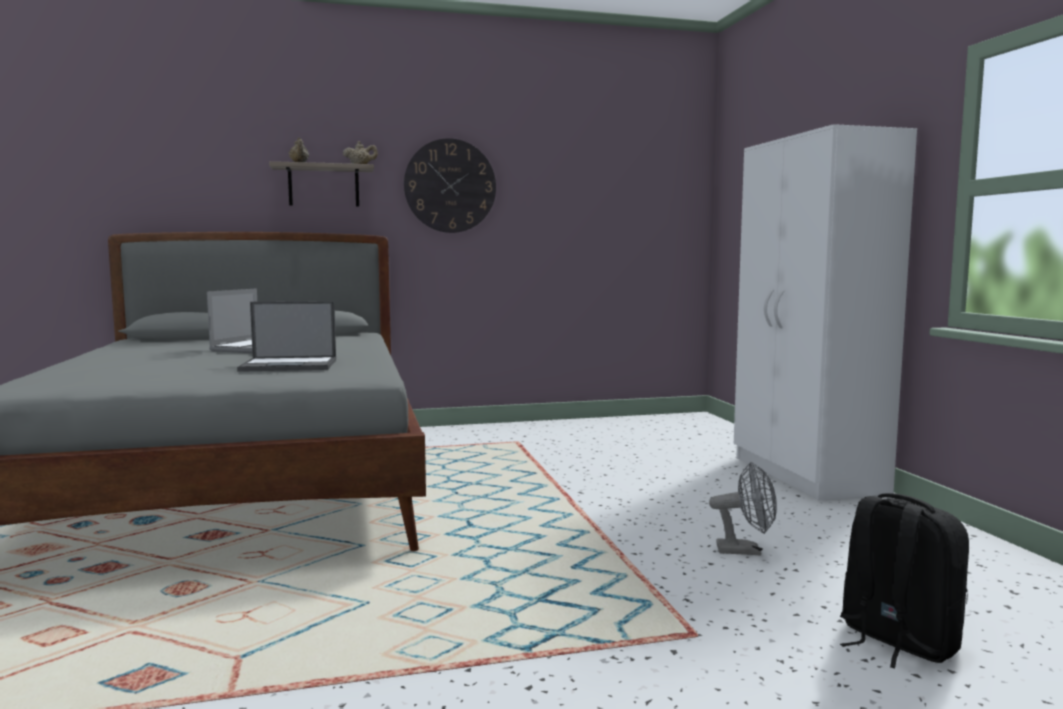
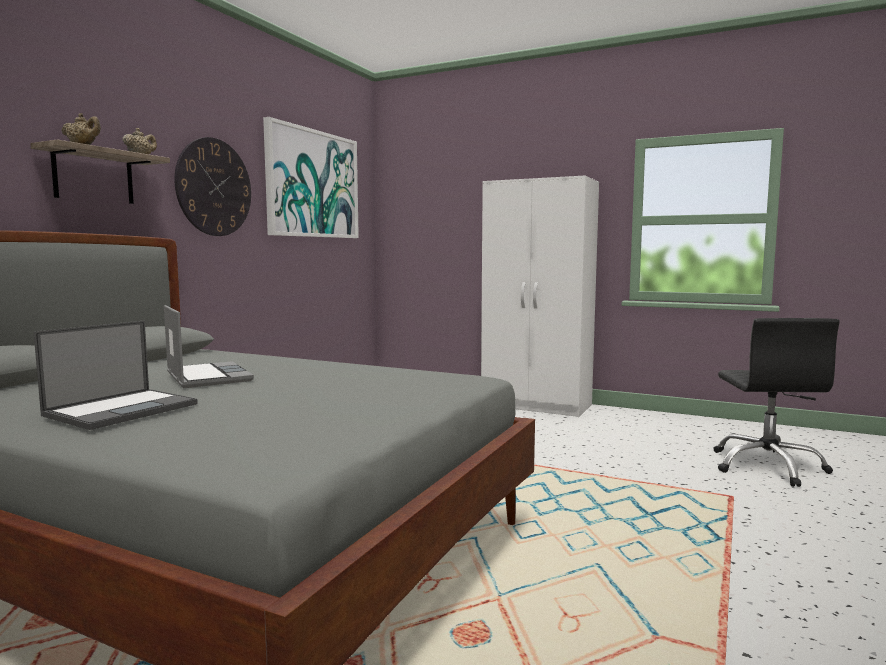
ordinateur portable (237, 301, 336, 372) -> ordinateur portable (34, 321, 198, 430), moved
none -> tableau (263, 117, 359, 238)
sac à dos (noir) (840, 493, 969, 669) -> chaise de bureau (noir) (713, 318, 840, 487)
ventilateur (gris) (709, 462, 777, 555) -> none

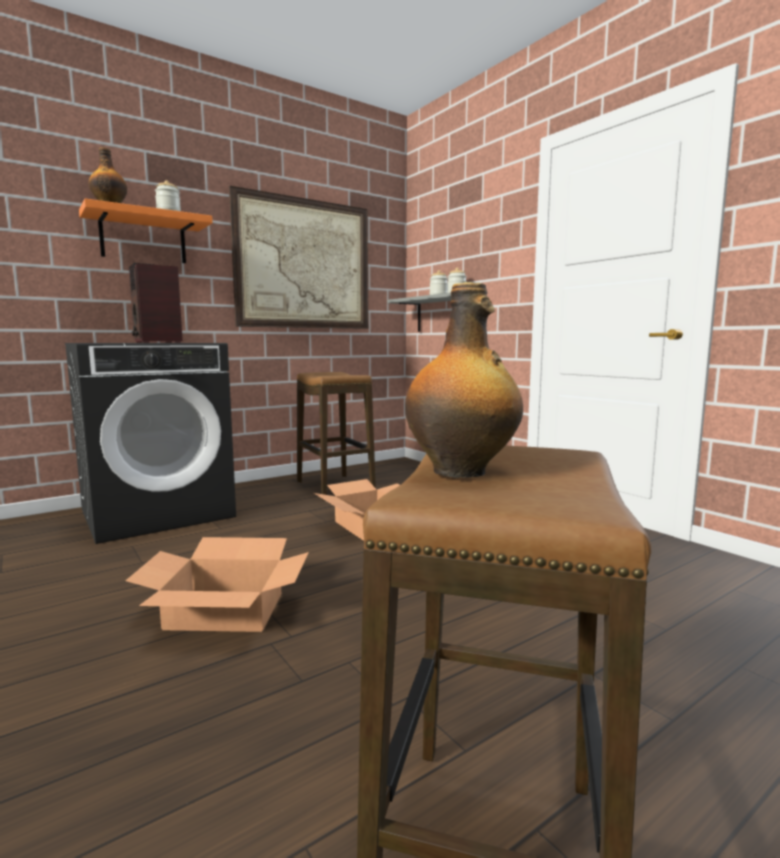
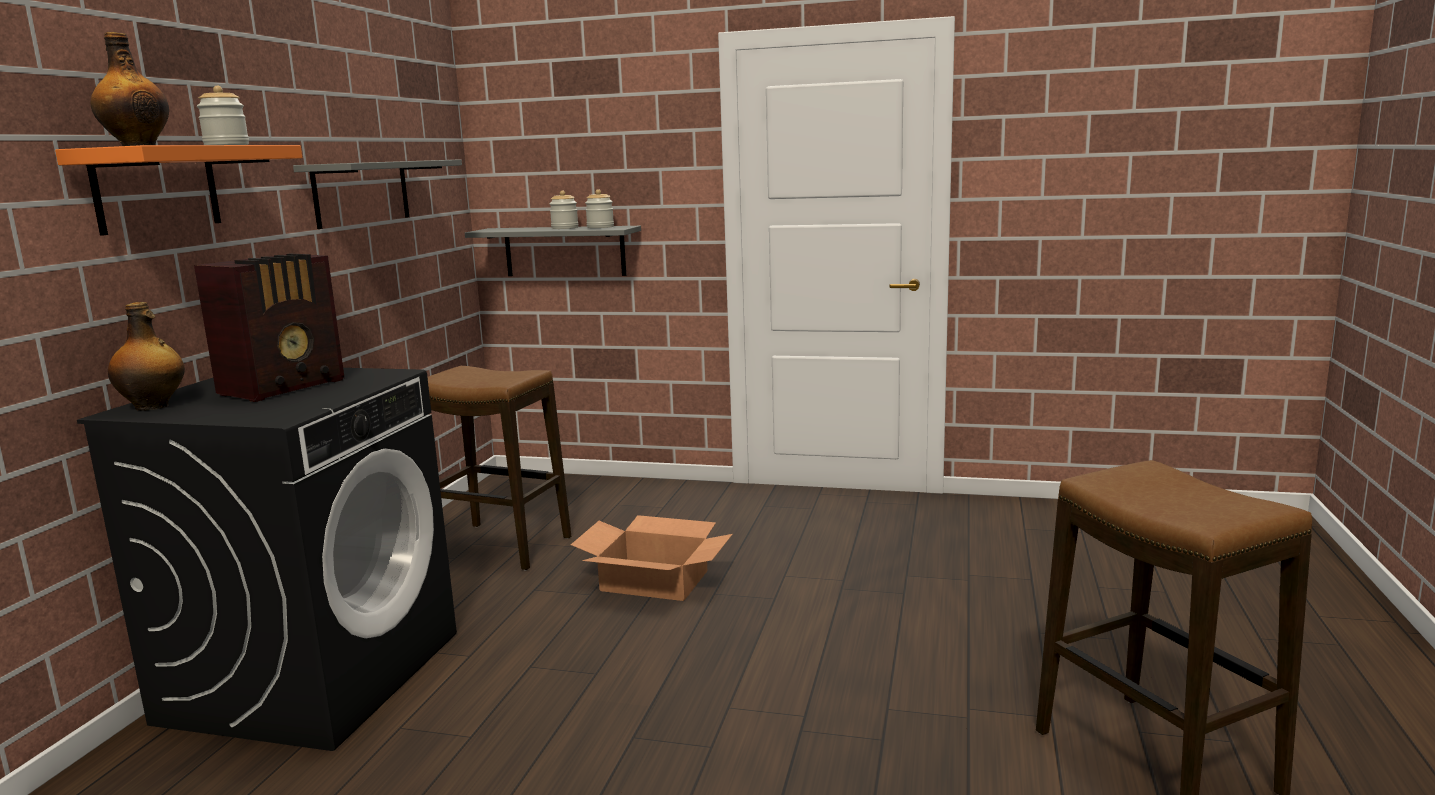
bouteille (405, 282, 523, 478) -> bouteille (108, 302, 185, 411), moved
radio (129, 263, 183, 343) -> radio (194, 254, 344, 402), 75 degrees counterclockwise
tableau (229, 186, 368, 329) -> étagère (gris) (293, 159, 462, 229)
carton (125, 537, 309, 632) -> none

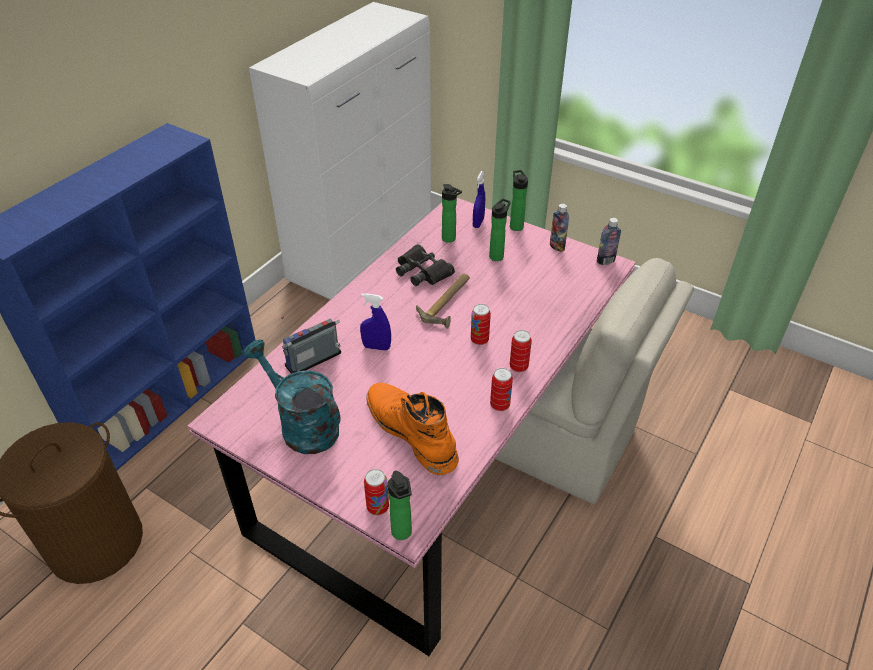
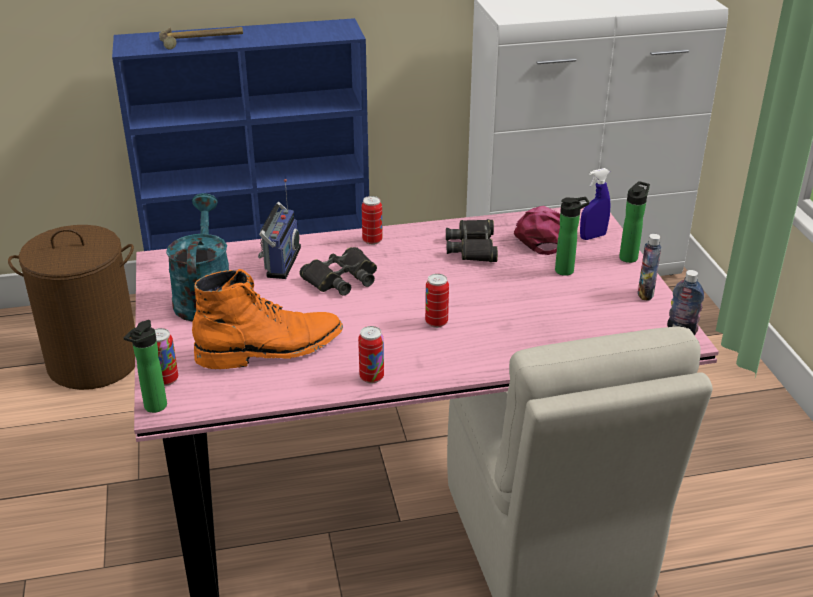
marteau (416, 273, 470, 329) -> marteau (159, 27, 243, 49), moved
botte (orange) (366, 383, 459, 475) -> botte (orange) (192, 269, 343, 369), 60 degrees clockwise
radio (281, 316, 341, 374) -> radio (258, 179, 301, 279), 90 degrees clockwise
vaporisateur (bleu) (360, 293, 391, 351) -> jumelles (noir) (300, 247, 377, 296)
boîte métallique (510, 330, 532, 372) -> boîte métallique (361, 196, 383, 245), moved
bouteille (442, 184, 462, 243) -> casquette (rose) (514, 206, 560, 255)

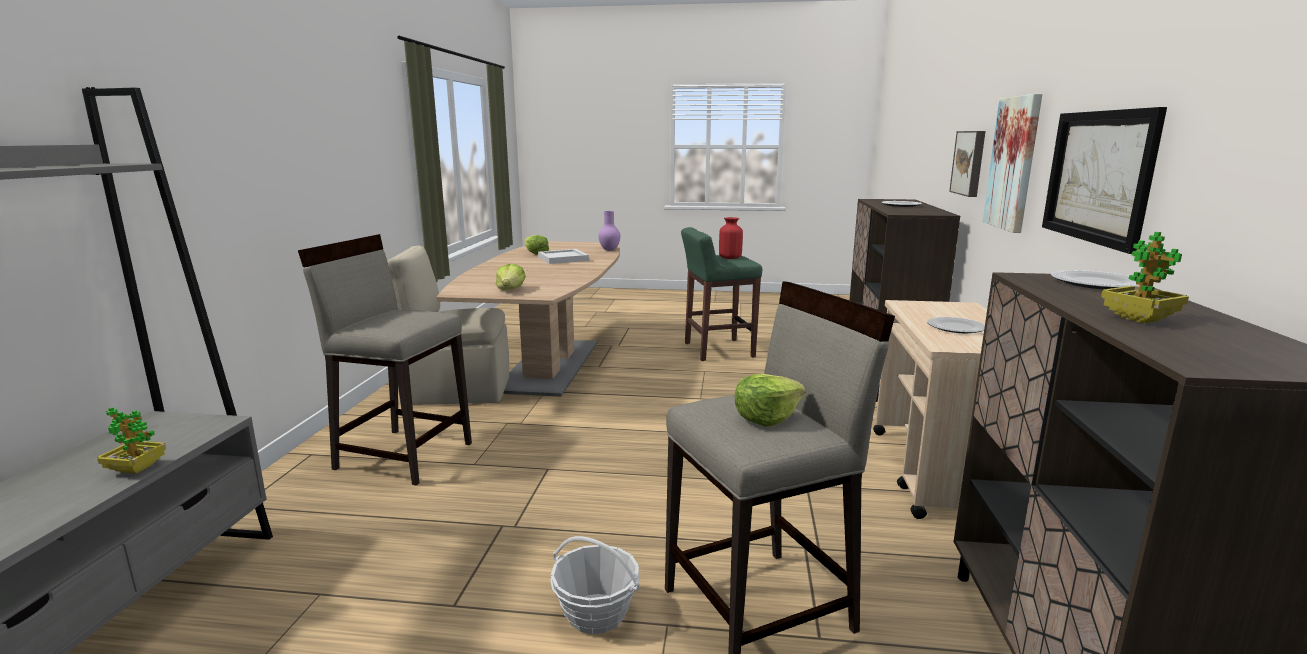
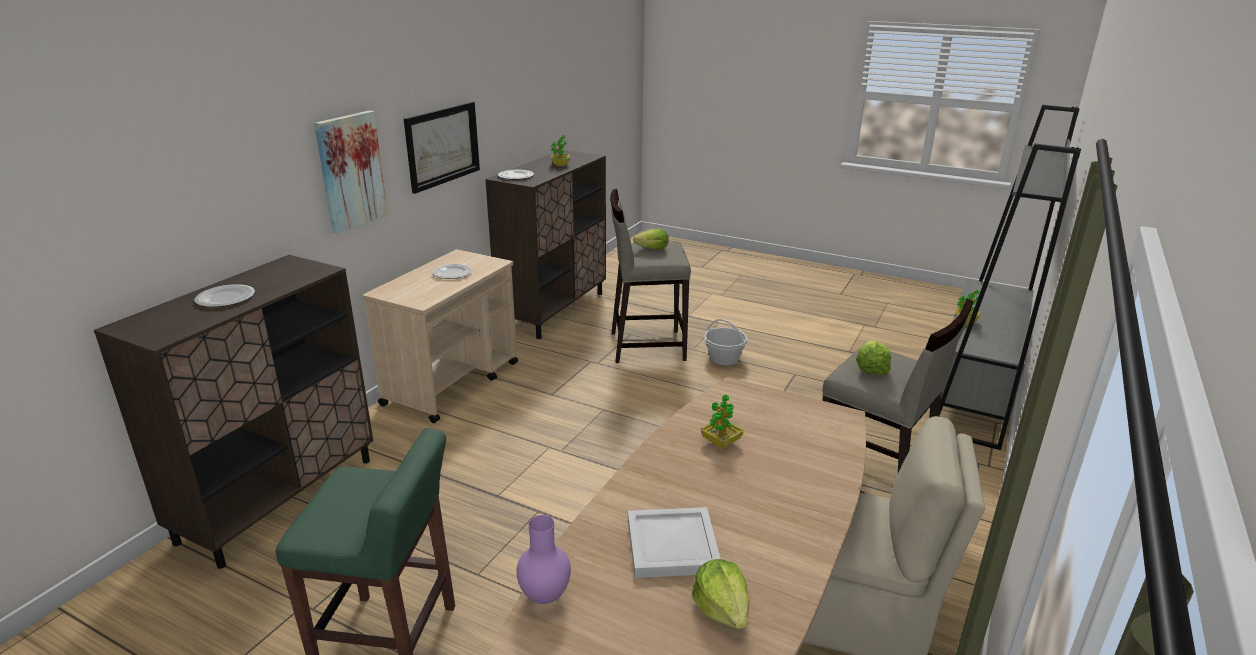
none -> plante en pot (701, 394, 743, 448)
laitue (496, 264, 526, 290) -> laitue (856, 341, 891, 375), moved
vase (rouge) (719, 217, 743, 259) -> none
tableau (949, 131, 986, 197) -> none

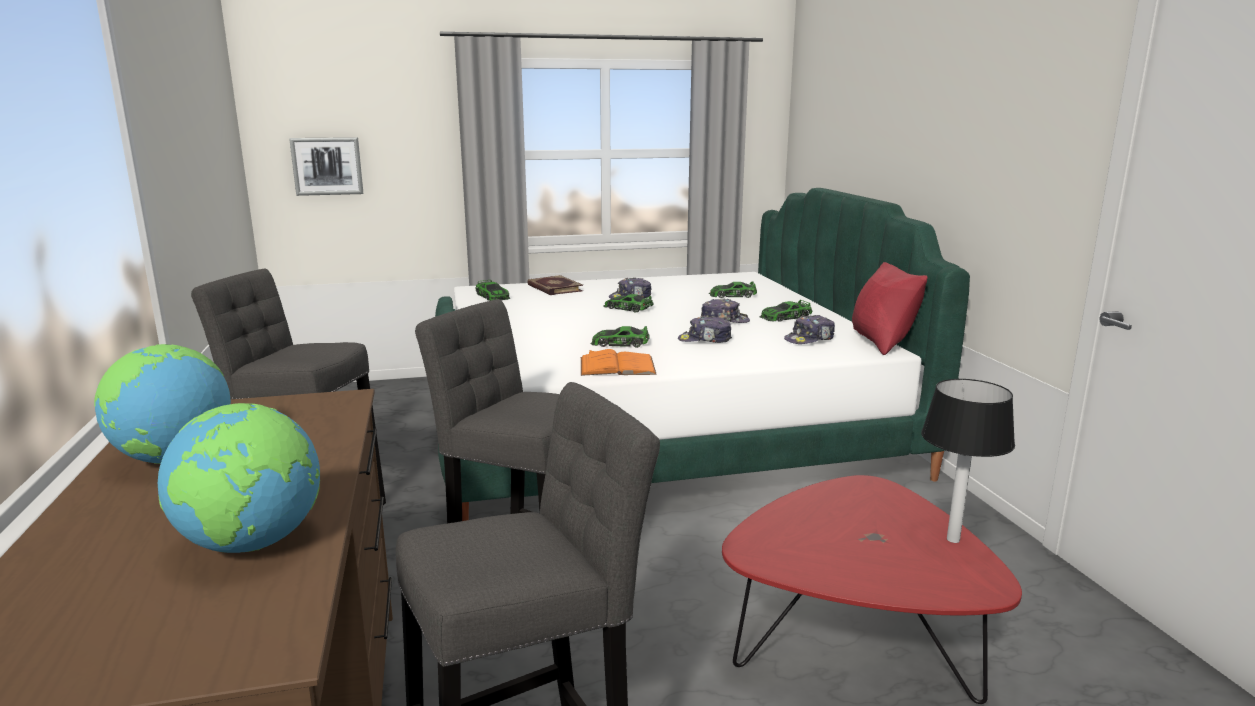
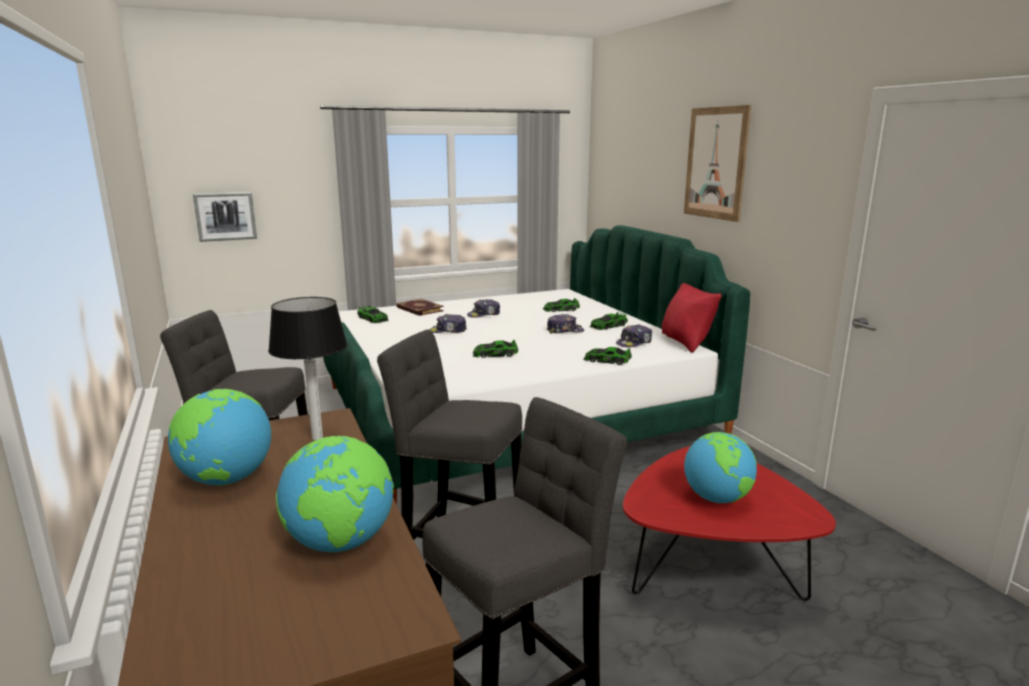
lampe de table (921, 379, 1015, 543) -> lampe de table (268, 297, 347, 440), moved
casquette (678, 315, 732, 343) -> casquette (429, 314, 467, 333), moved
petite voiture (603, 294, 654, 313) -> petite voiture (583, 347, 632, 365), moved
none -> tableau (684, 105, 751, 222)
none -> globe (684, 432, 757, 503)
livre (orange) (581, 349, 657, 376) -> none

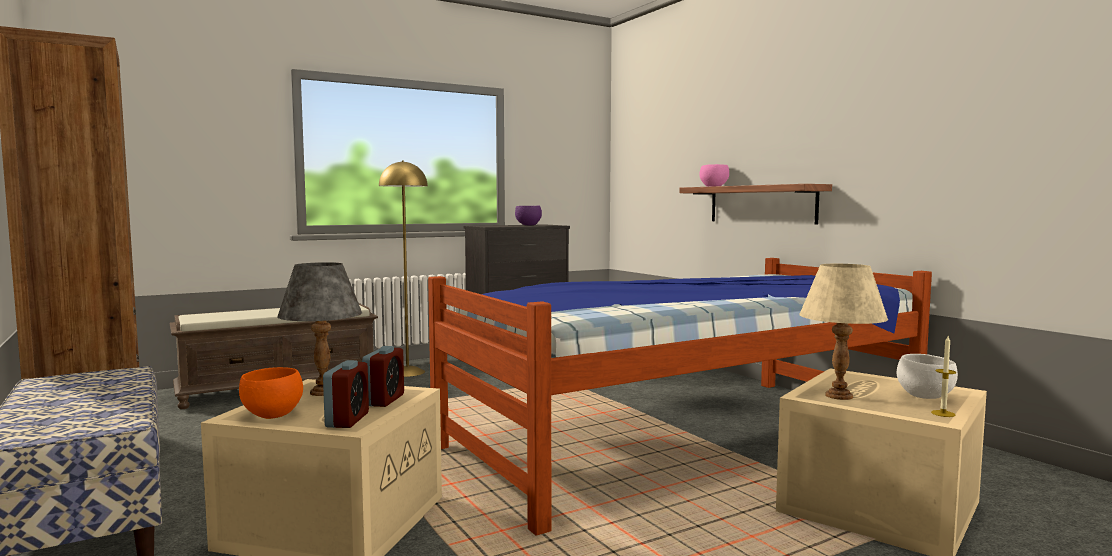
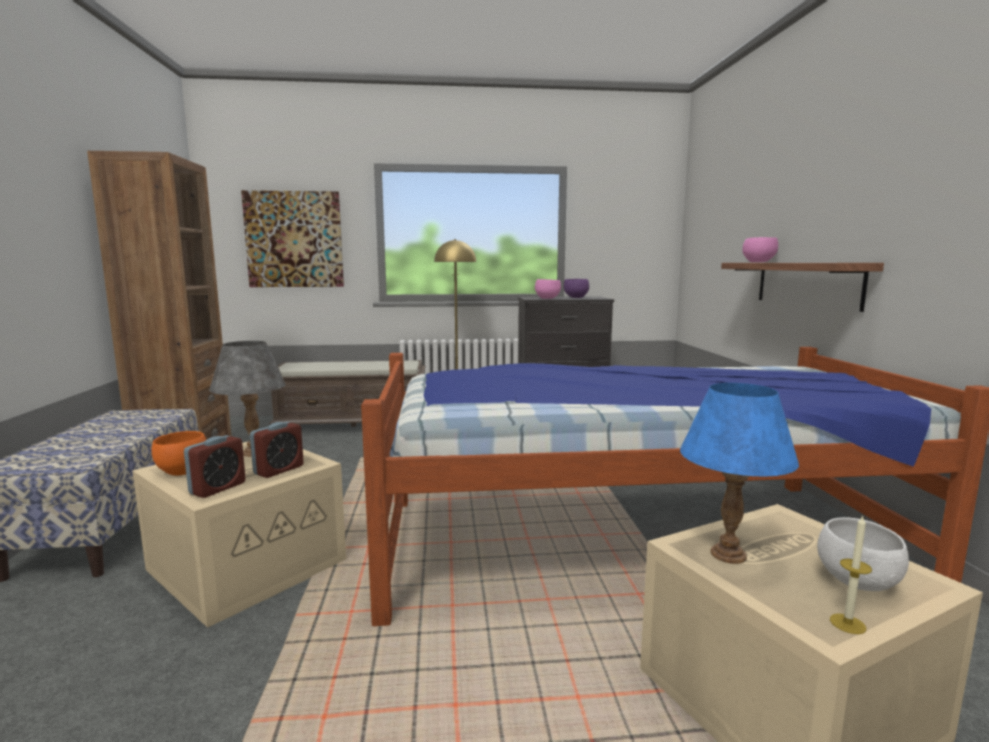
none -> tableau (241, 190, 344, 287)
none -> bol (rose) (535, 279, 561, 299)
lampe de table (beige) (799, 264, 888, 400) -> lampe de table (bleu) (680, 383, 799, 564)

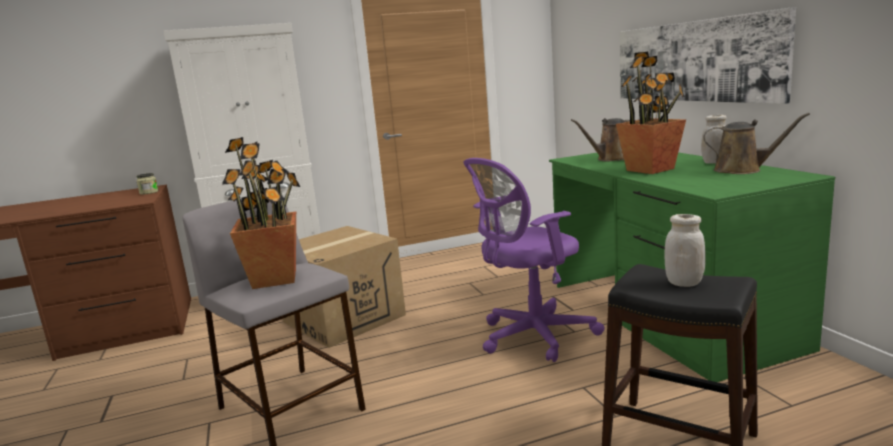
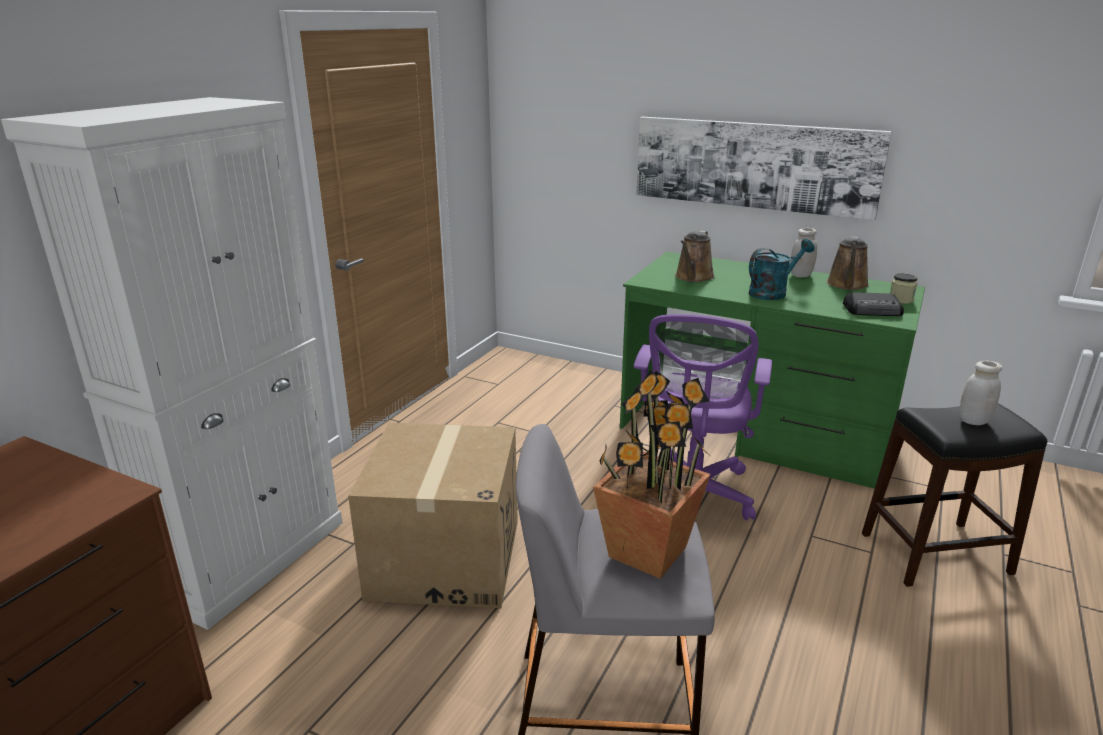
plante en pot (616, 52, 686, 174) -> arrosoir (turquoise) (749, 239, 815, 300)
arrosoir (marron) (703, 113, 810, 174) -> arrosoir (marron) (826, 237, 869, 290), 135 degrees clockwise
none -> radio (843, 292, 904, 316)
bocal (136, 173, 158, 195) -> bocal (890, 273, 918, 304), moved

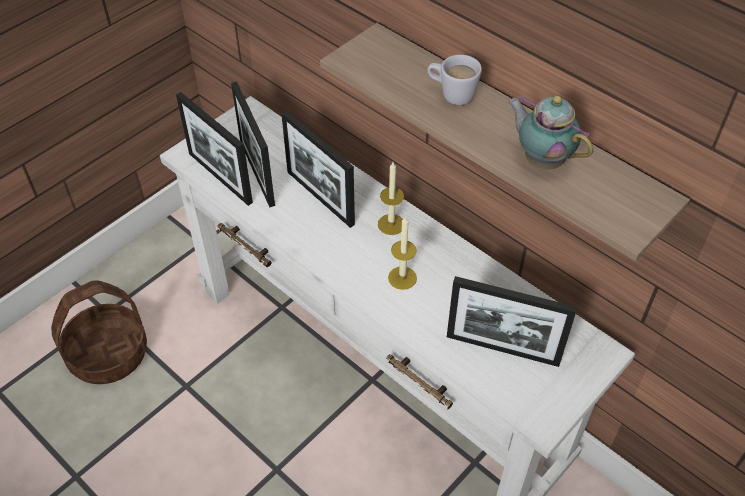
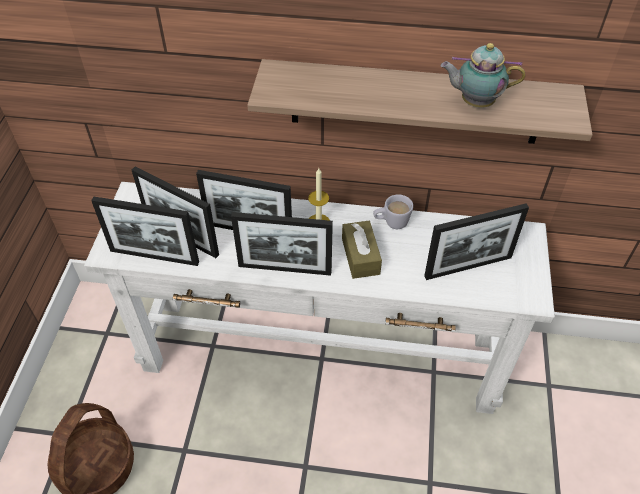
none -> cadre photo (231, 212, 333, 276)
bougie (388, 216, 417, 290) -> boîte à mouchoirs (marron) (342, 221, 382, 279)
mug (blanc) (427, 55, 482, 105) -> mug (blanc) (373, 195, 413, 229), moved

